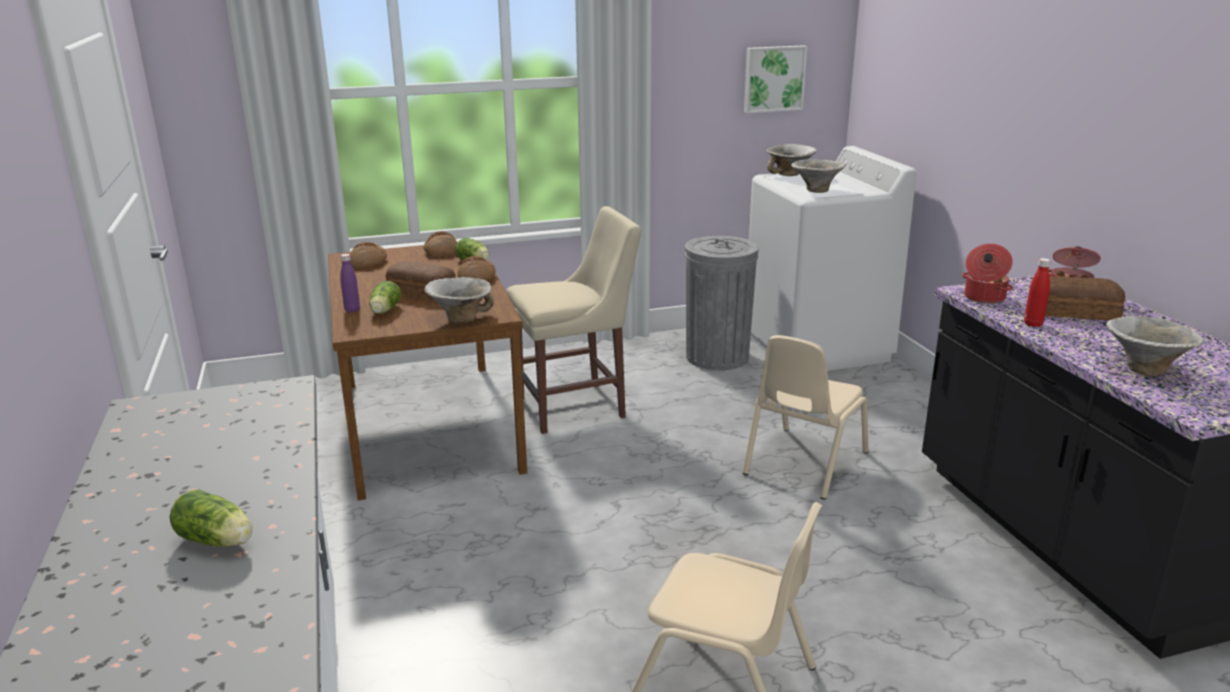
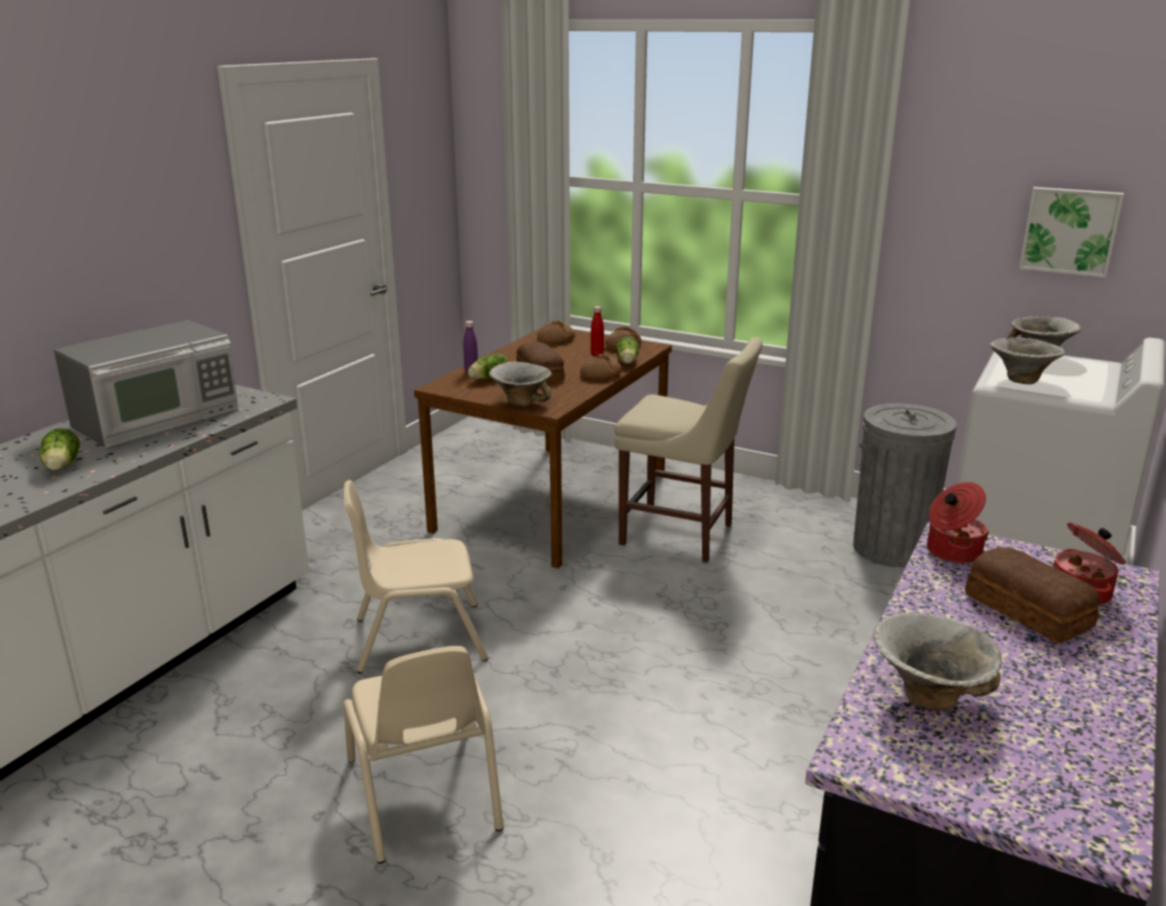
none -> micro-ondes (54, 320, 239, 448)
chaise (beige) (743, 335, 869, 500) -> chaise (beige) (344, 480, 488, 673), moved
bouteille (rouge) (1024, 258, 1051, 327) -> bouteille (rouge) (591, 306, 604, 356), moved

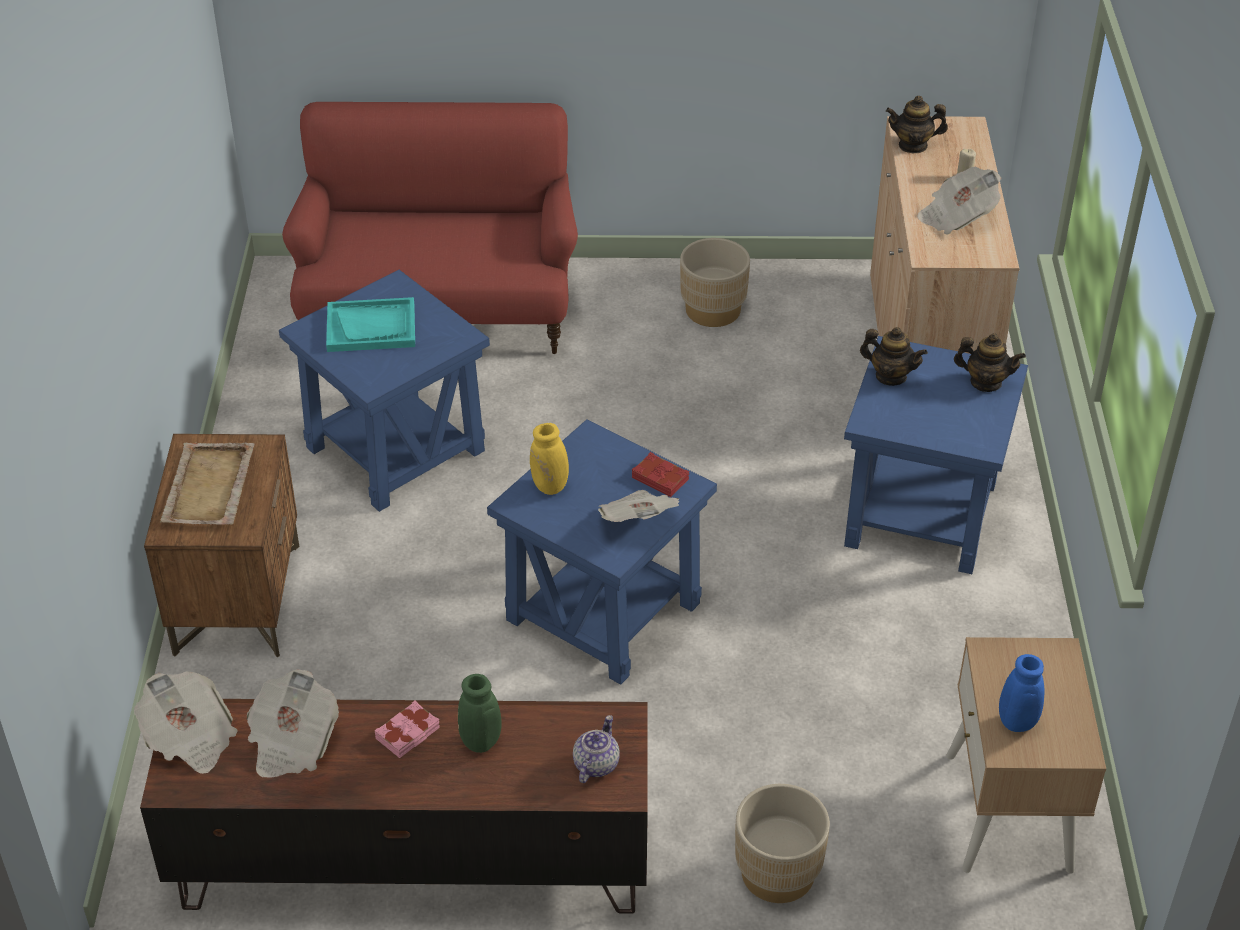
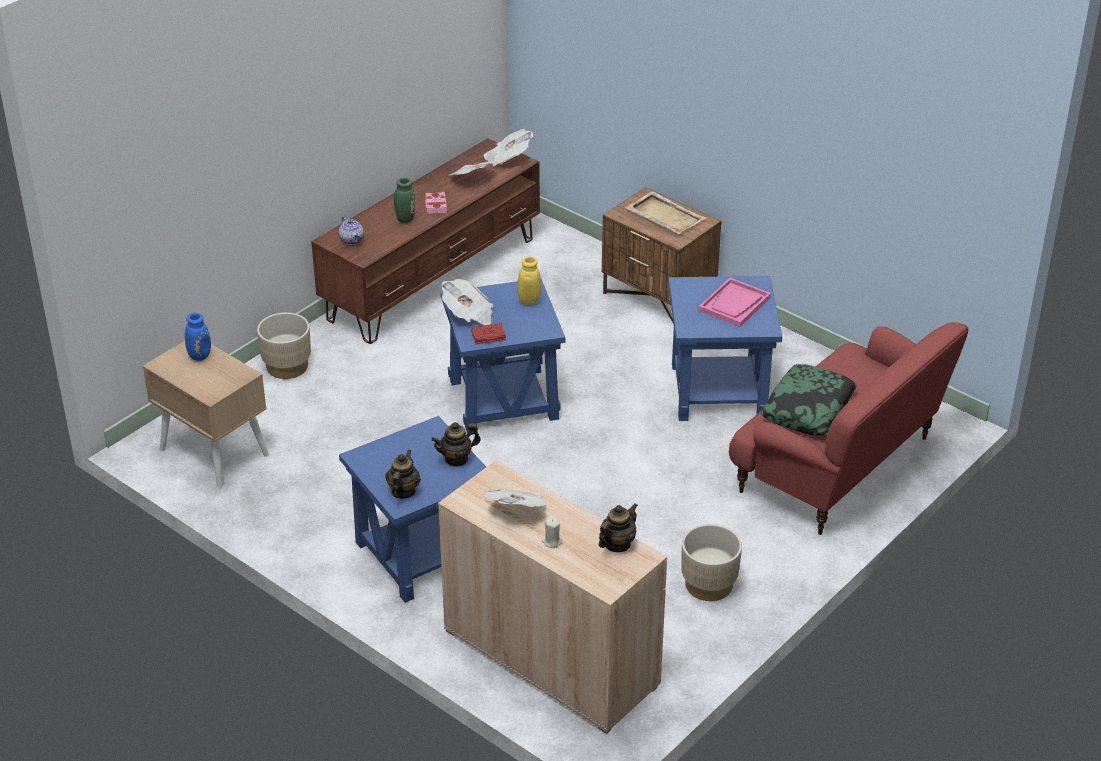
théière (954, 333, 1026, 392) -> théière (385, 449, 421, 499), 135 degrees clockwise
plateau (turquoise) (326, 297, 415, 352) -> plateau (rose) (699, 278, 771, 327)
none -> coussin (761, 364, 857, 436)

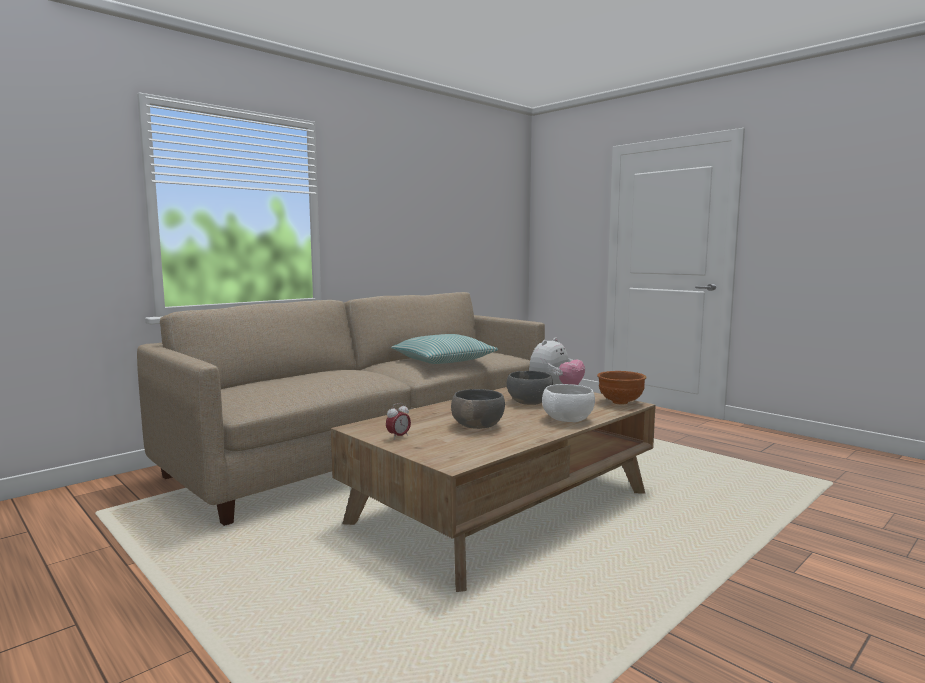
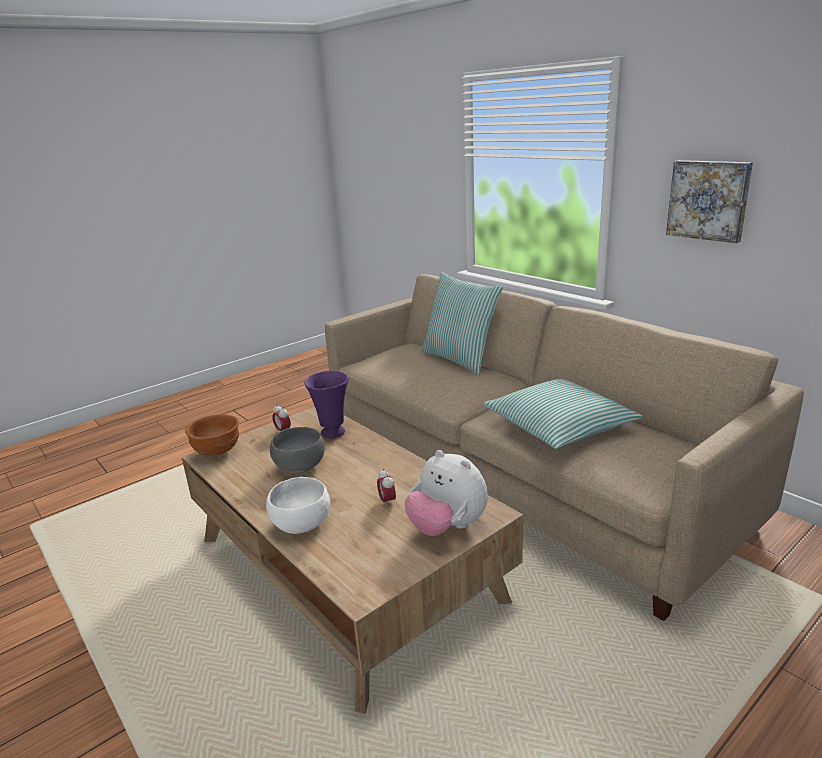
bol (marron) (597, 371, 647, 405) -> bol (marron) (185, 414, 239, 456), moved
none -> vase (violet) (304, 371, 349, 439)
bol (gris) (507, 371, 553, 405) -> réveil (377, 469, 396, 508)
none -> coussin (421, 272, 503, 375)
none -> tableau (666, 160, 753, 243)

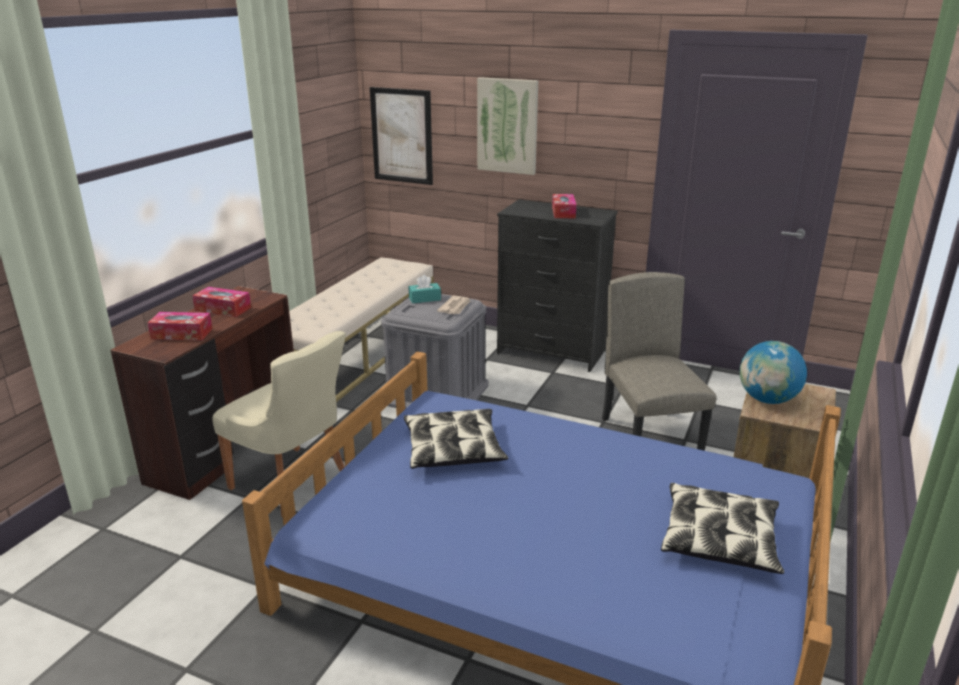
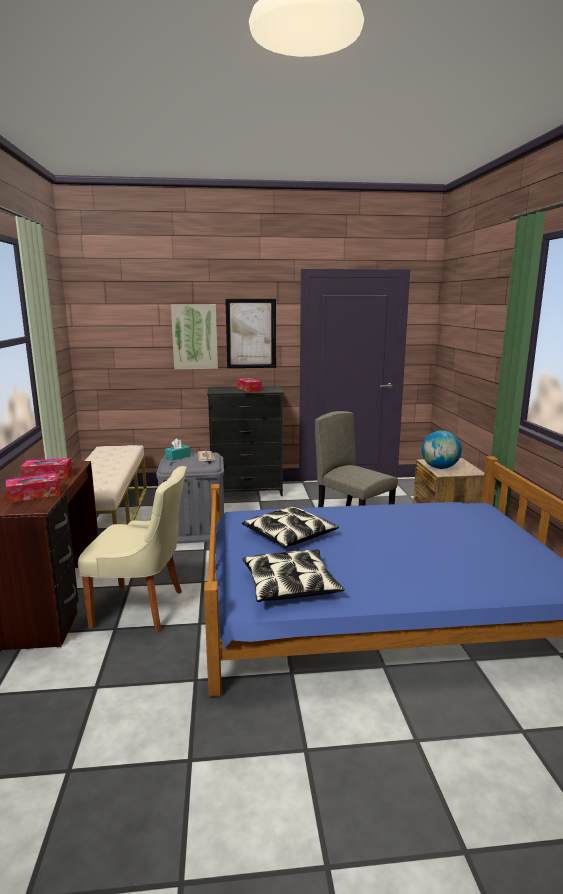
tableau (370, 87, 433, 185) -> tableau (225, 299, 276, 368), moved
coussin (661, 483, 784, 574) -> coussin (243, 549, 345, 602), moved

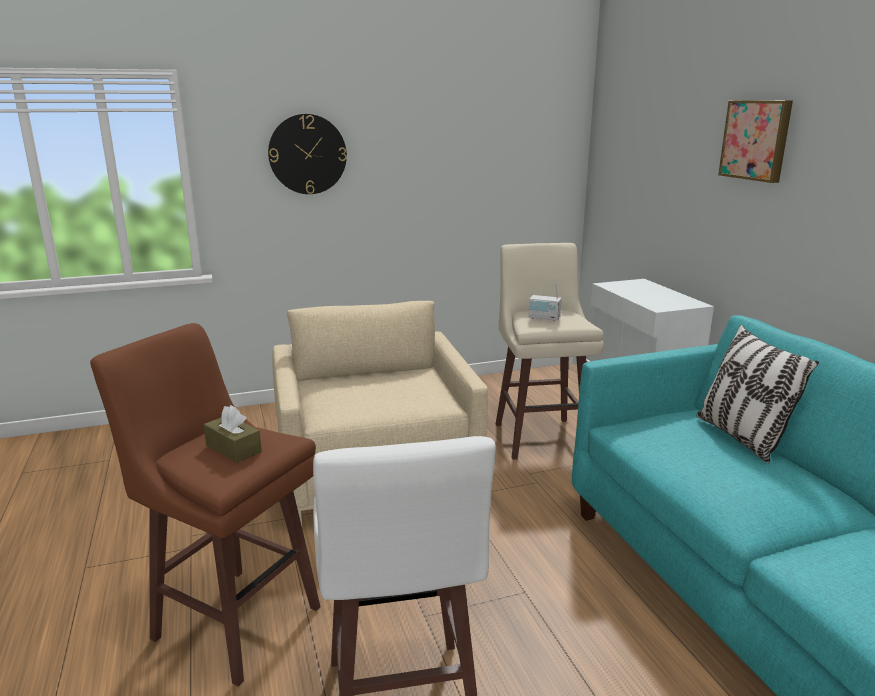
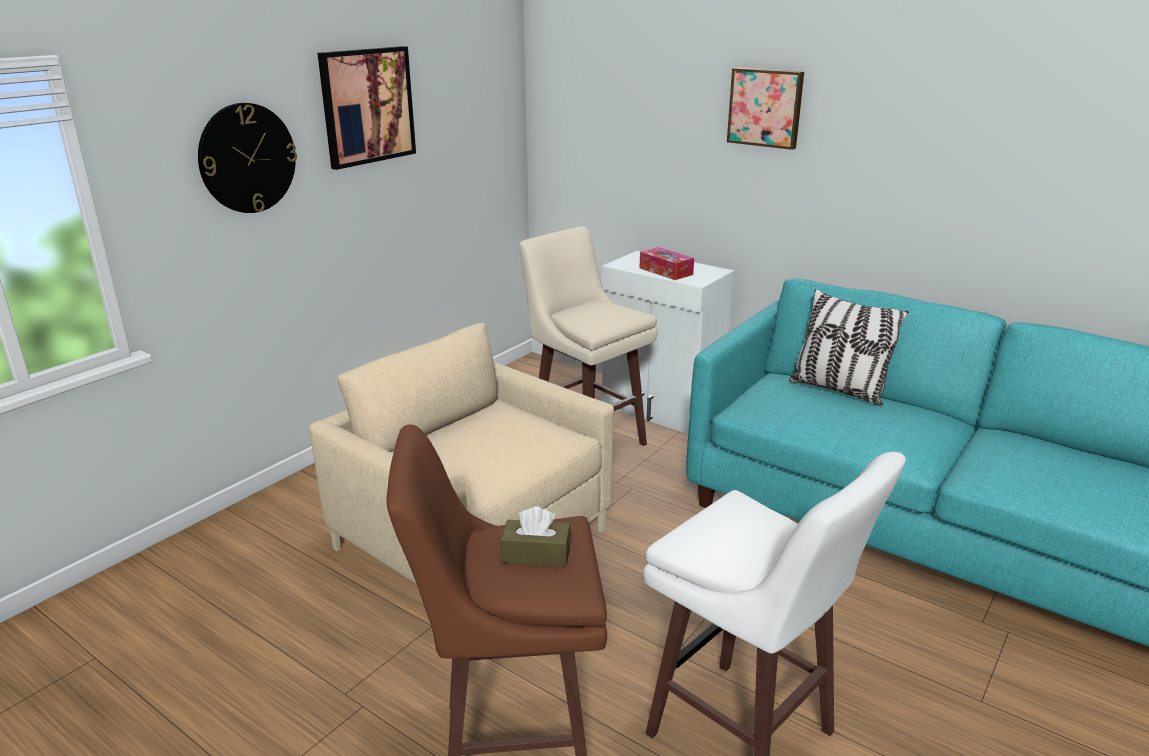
none -> tableau (318, 46, 416, 170)
none -> boîte à mouchoirs (640, 247, 694, 280)
radio (529, 282, 562, 321) -> none

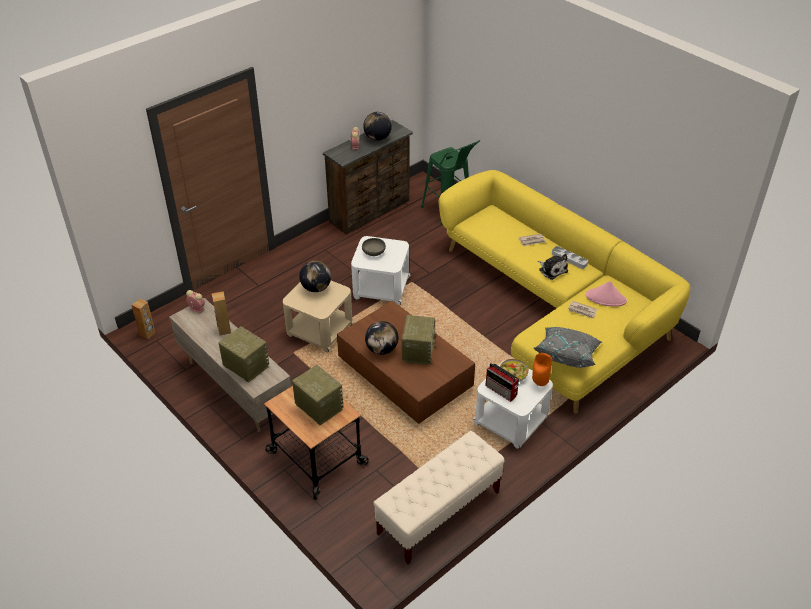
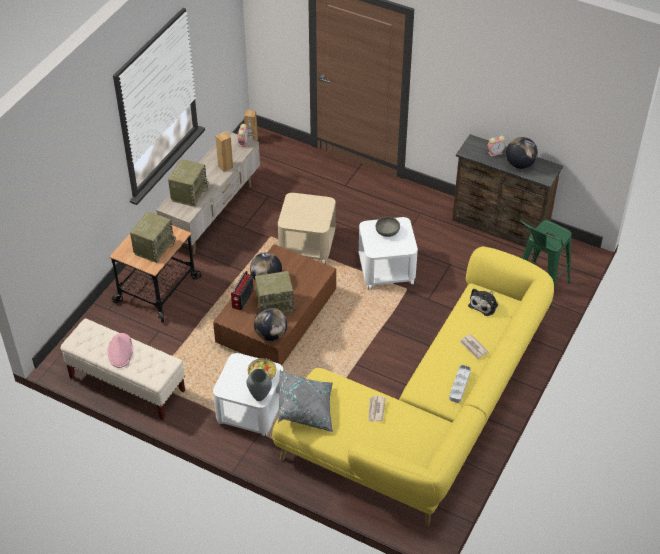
chapeau (rose) (586, 281, 627, 307) -> chapeau (rose) (107, 333, 133, 368), moved
radio (485, 363, 519, 402) -> radio (231, 271, 254, 310), moved
vase (orange) (532, 353, 552, 386) -> vase (gris) (247, 369, 272, 401)
globe (299, 261, 331, 292) -> globe (254, 307, 287, 341), moved
peluche (538, 254, 568, 280) -> peluche (468, 288, 498, 316), moved

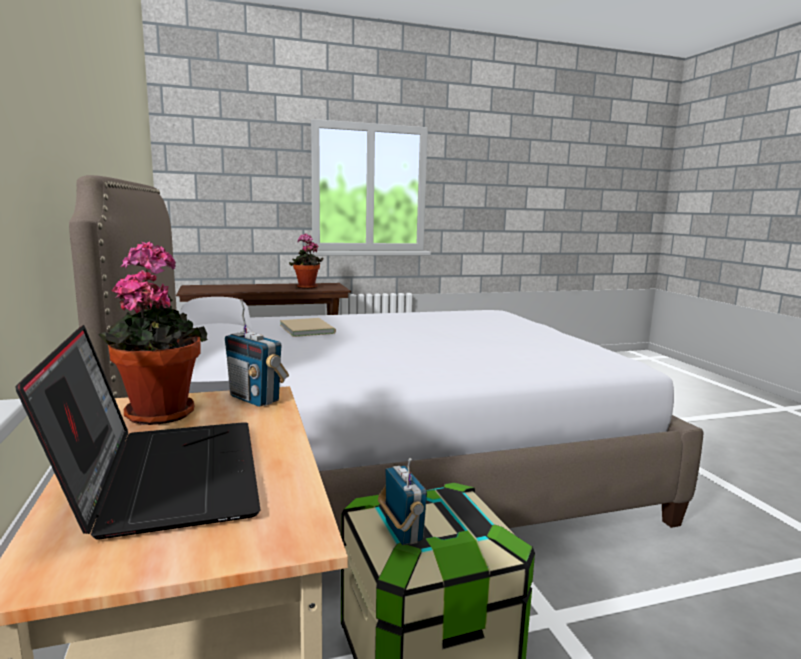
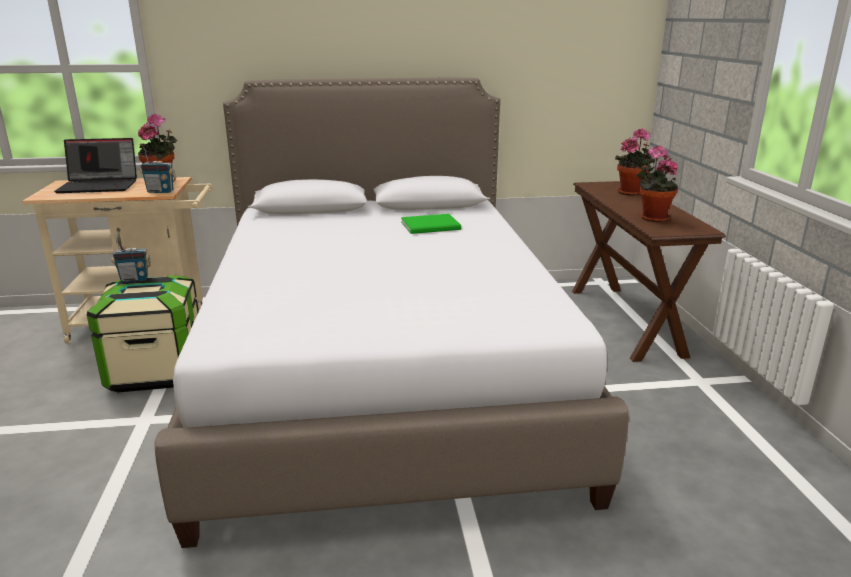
radio (225, 299, 289, 407) -> radio (140, 147, 176, 193), 135 degrees counterclockwise
livre (beige) (280, 318, 336, 337) -> livre (vert) (401, 214, 461, 234)
none -> plante en pot (615, 129, 655, 196)

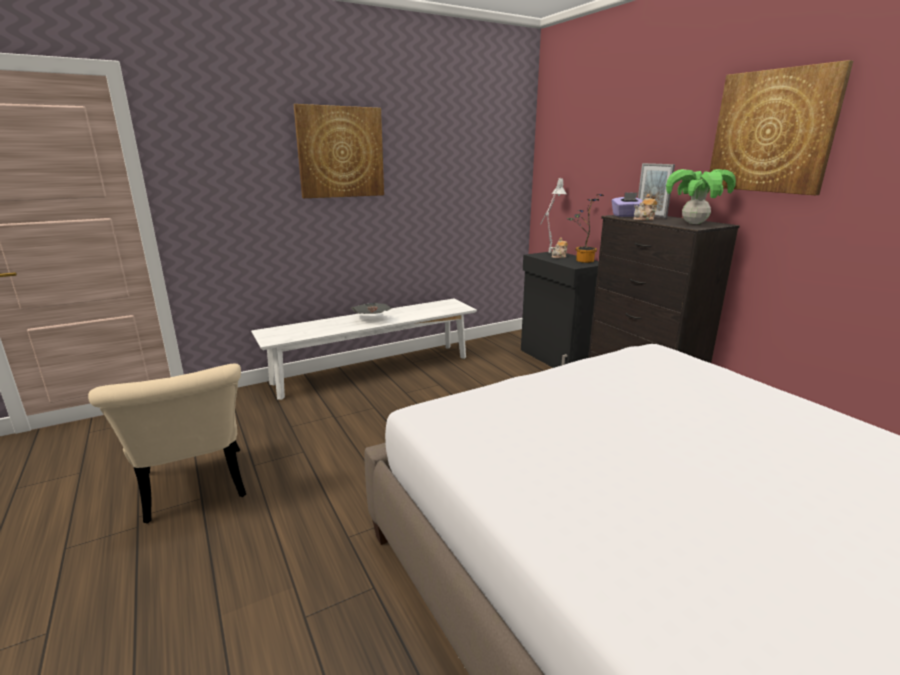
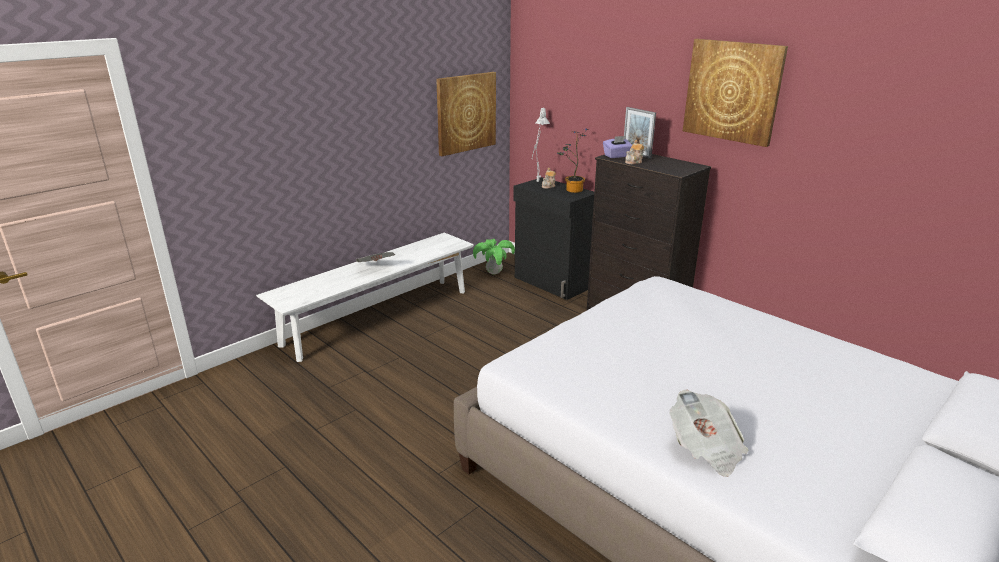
tableau (294, 104, 384, 198) -> tableau (436, 72, 496, 156), moved
plante en pot (666, 169, 736, 224) -> plante en pot (473, 239, 515, 274), moved
none -> journal (669, 390, 748, 477)
chaise (beige) (88, 363, 246, 523) -> none

